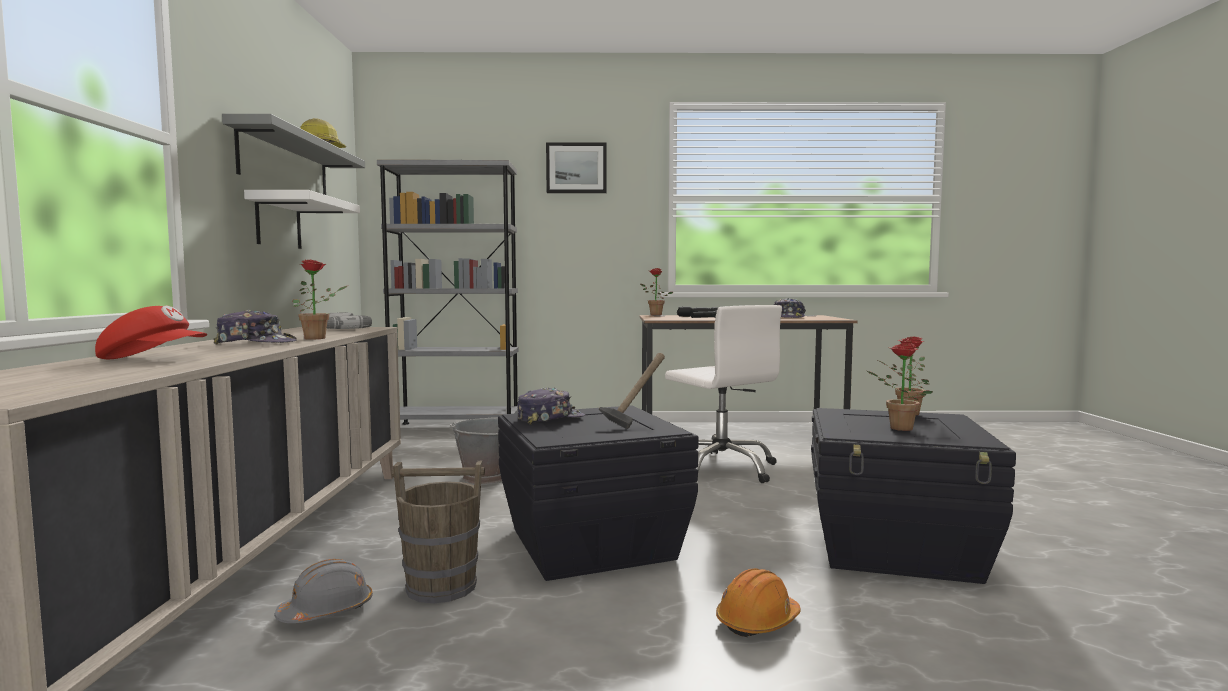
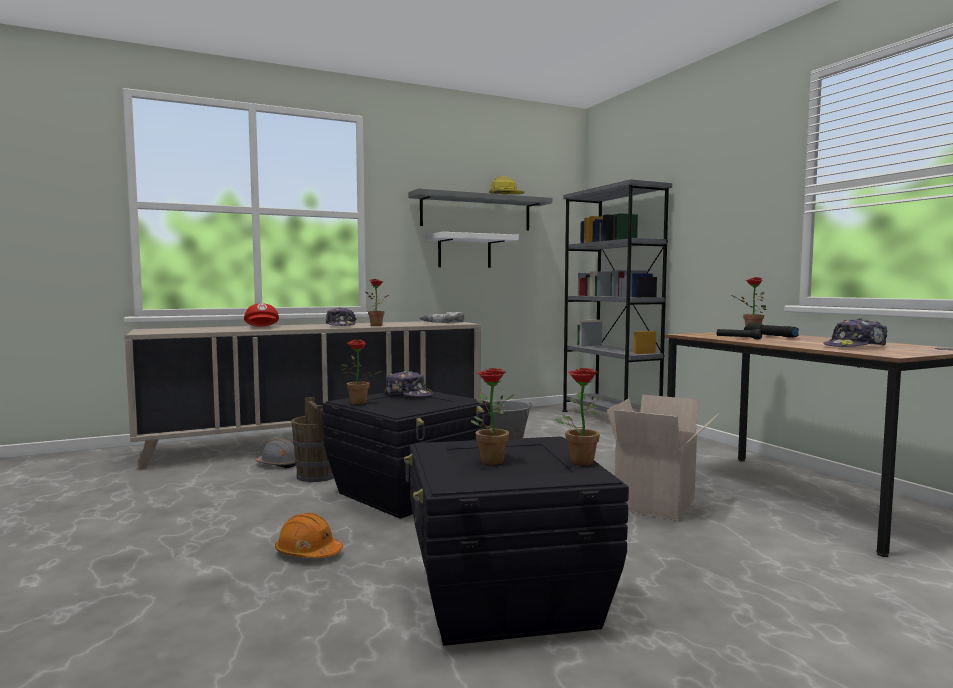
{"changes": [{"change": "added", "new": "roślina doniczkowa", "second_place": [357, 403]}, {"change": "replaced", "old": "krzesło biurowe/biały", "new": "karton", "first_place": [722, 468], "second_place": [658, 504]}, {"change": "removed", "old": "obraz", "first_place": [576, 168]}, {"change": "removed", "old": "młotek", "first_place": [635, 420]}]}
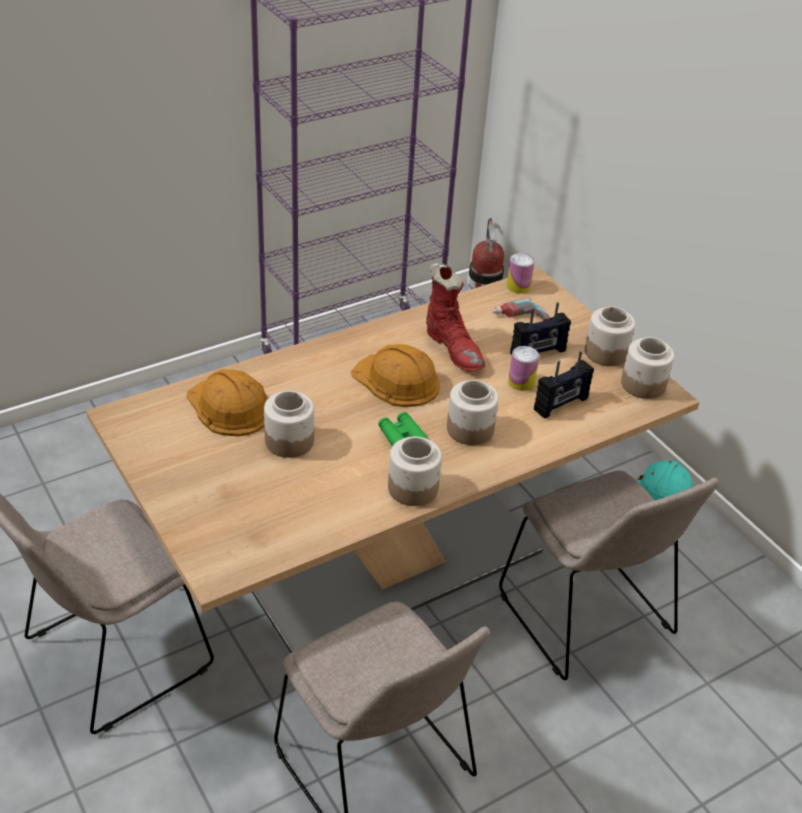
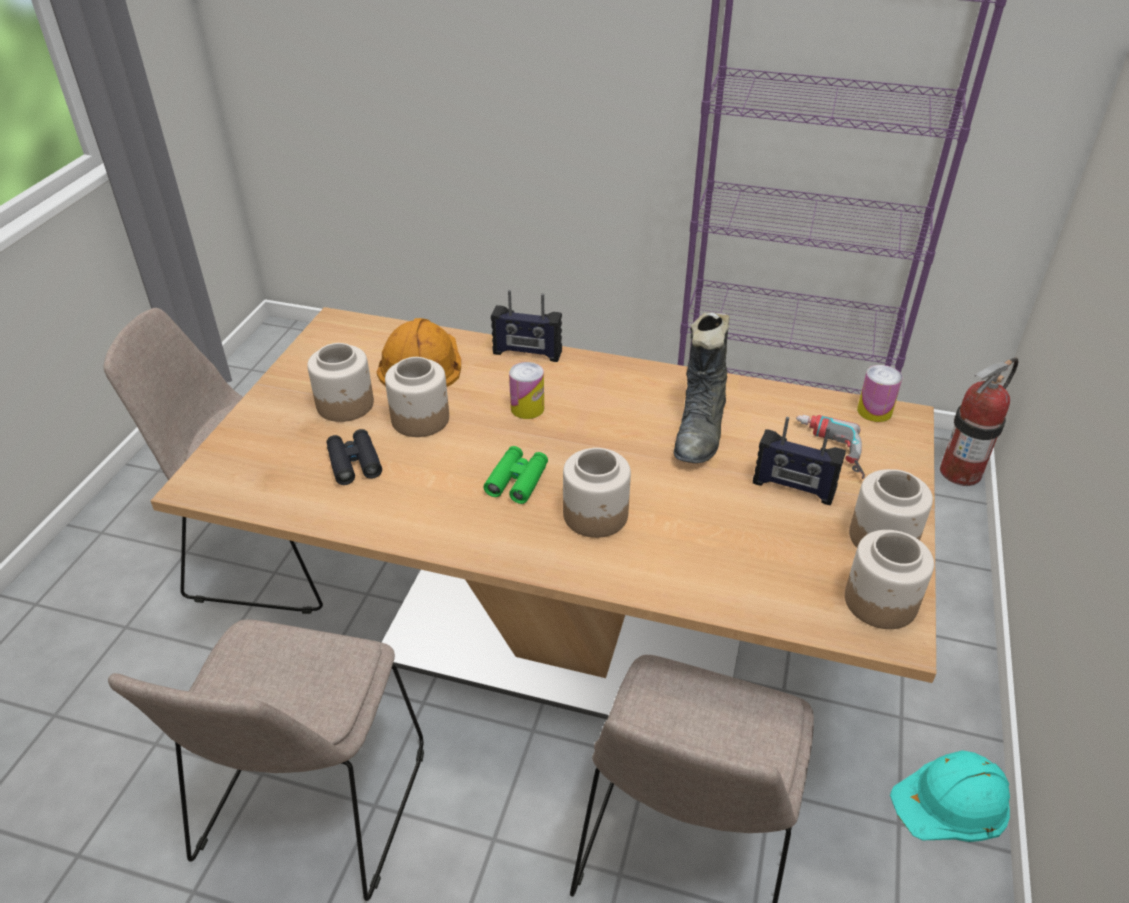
{"changes": [{"change": "moved", "old": "słoik", "first_place": [413, 488], "second_place": [345, 405]}, {"change": "added", "new": "lornetka/czarny", "second_place": [354, 462]}, {"change": "moved", "old": "radio", "first_place": [561, 404], "second_place": [527, 353]}, {"change": "moved", "old": "puszka", "first_place": [521, 382], "second_place": [527, 408]}, {"change": "recoloured", "old": "but z cholewką/czerwony", "new": "but z cholewką/czarny", "first_place": [454, 349], "second_place": [700, 431]}, {"change": "removed", "old": "kask/pomarańczowy", "first_place": [396, 381]}]}
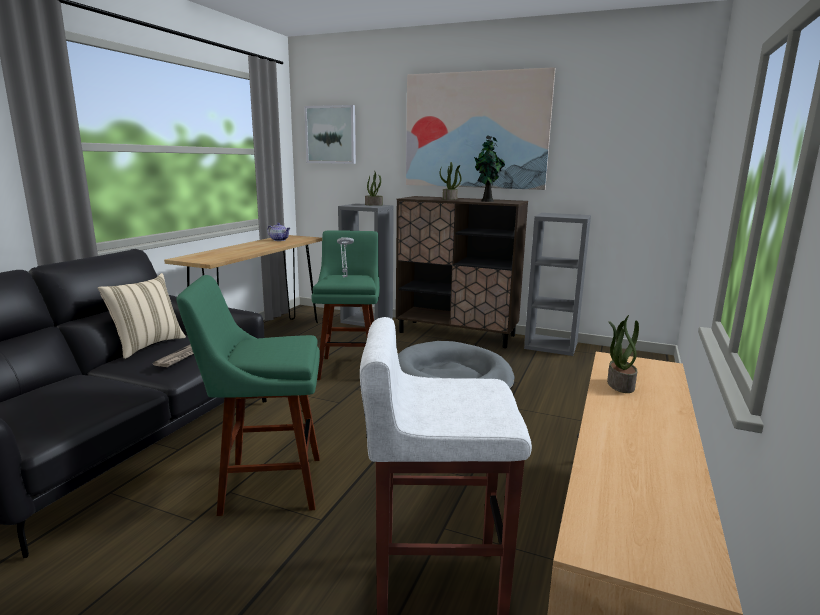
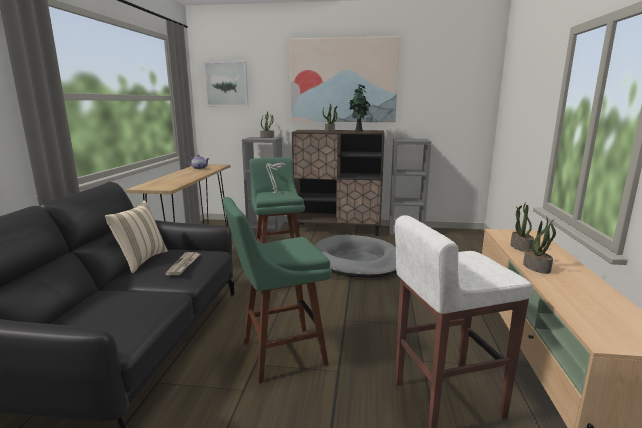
{"changes": [{"change": "added", "new": "roślina doniczkowa", "second_place": [537, 268]}]}
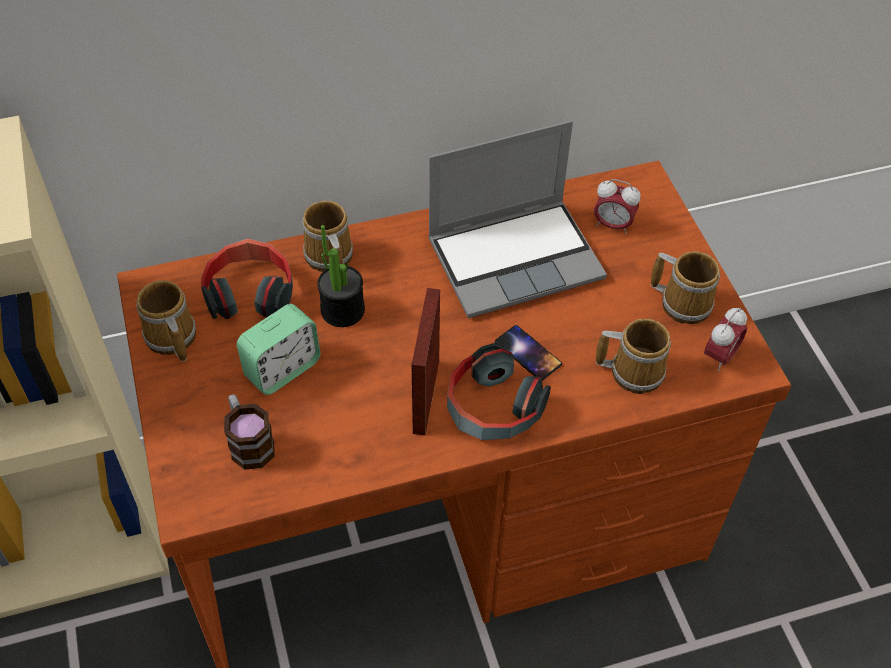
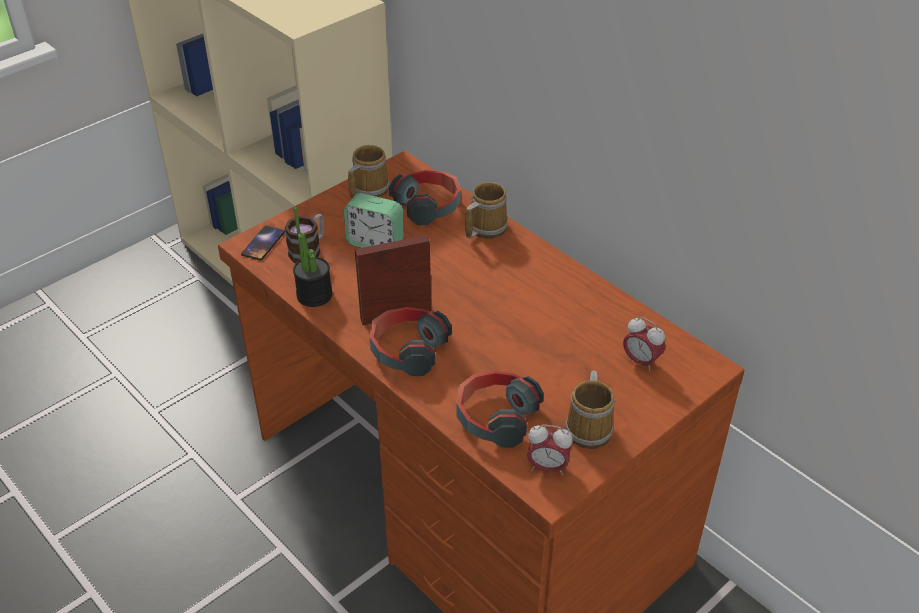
{"changes": [{"change": "moved", "old": "telefon", "first_place": [528, 353], "second_place": [263, 243]}, {"change": "moved", "old": "roślina doniczkowa", "first_place": [342, 310], "second_place": [314, 295]}, {"change": "replaced", "old": "kubek", "new": "słuchawki", "first_place": [633, 370], "second_place": [495, 417]}, {"change": "turned", "old": "budzik", "first_place": [612, 225], "second_place": [641, 361], "degrees": -45}, {"change": "removed", "old": "laptop", "first_place": [516, 258]}]}
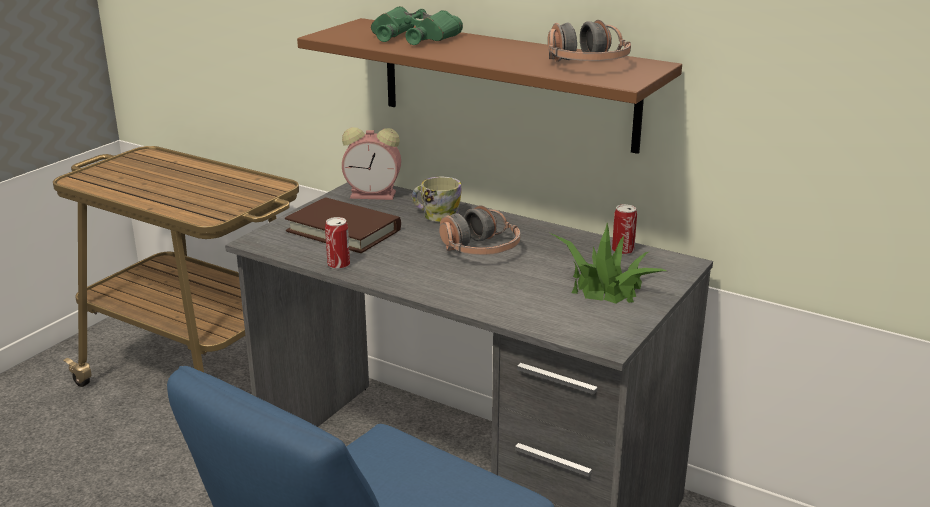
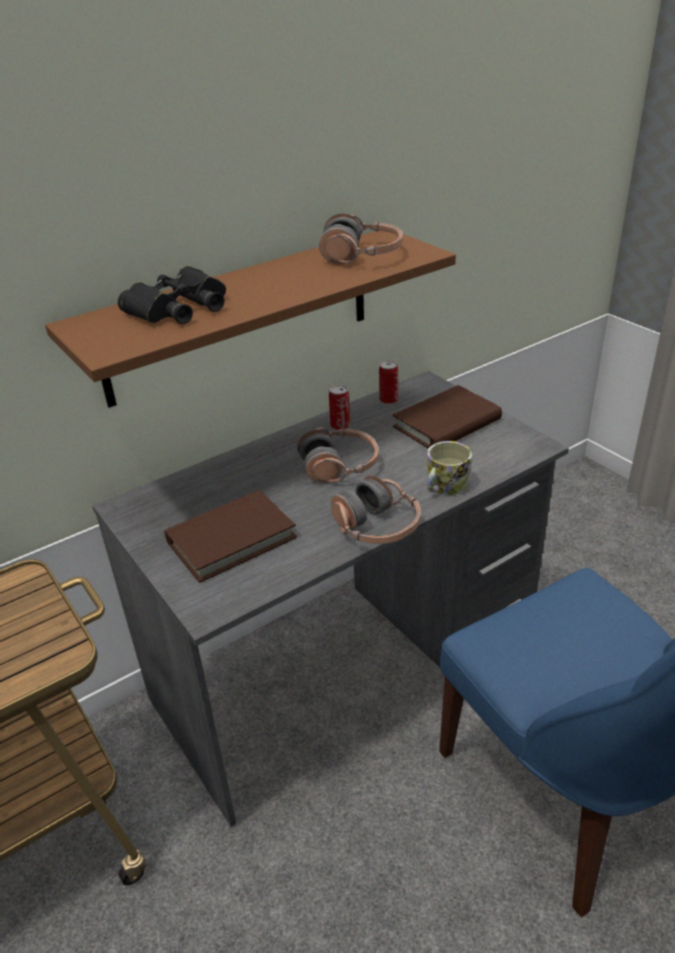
{"changes": [{"change": "recoloured", "old": "lornetka/zielony", "new": "lornetka/czarny", "first_place": [413, 37], "second_place": [179, 308]}, {"change": "moved", "old": "puszka", "first_place": [338, 265], "second_place": [340, 426]}, {"change": "added", "new": "słuchawki", "second_place": [376, 527]}, {"change": "replaced", "old": "roślina doniczkowa", "new": "książka/brązowy", "first_place": [605, 287], "second_place": [447, 423]}, {"change": "moved", "old": "kubek", "first_place": [436, 215], "second_place": [444, 487]}, {"change": "removed", "old": "budzik", "first_place": [375, 194]}]}
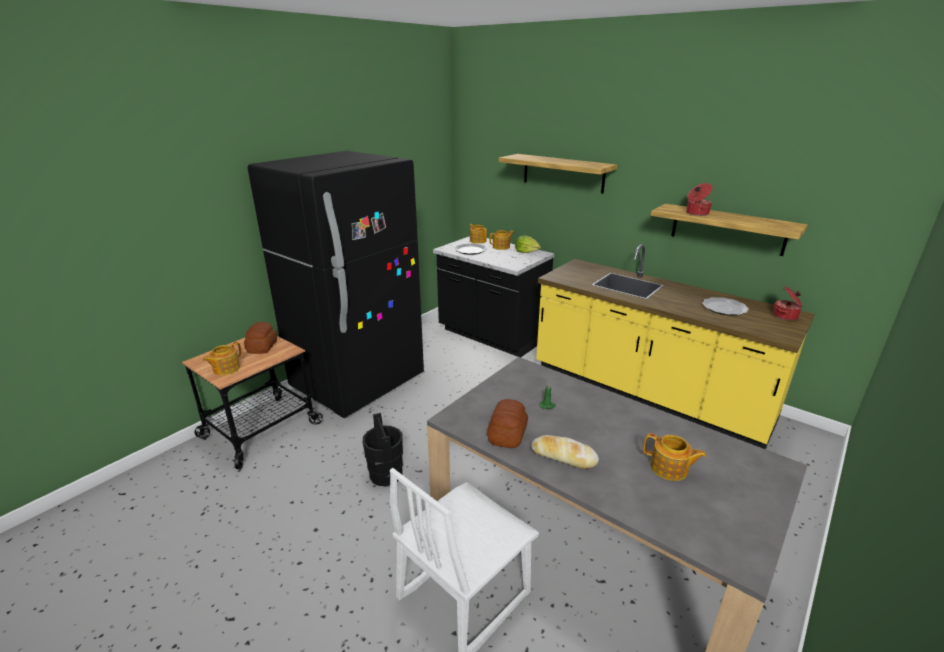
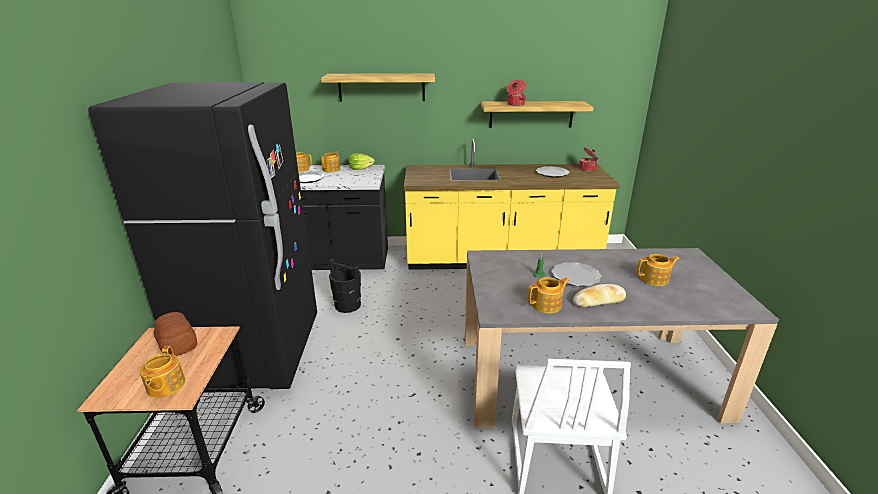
{"changes": [{"change": "moved", "old": "wiadro/czarny", "first_place": [386, 474], "second_place": [348, 305]}, {"change": "replaced", "old": "chleb", "new": "imbryk", "first_place": [506, 435], "second_place": [547, 305]}, {"change": "added", "new": "talerz", "second_place": [576, 276]}]}
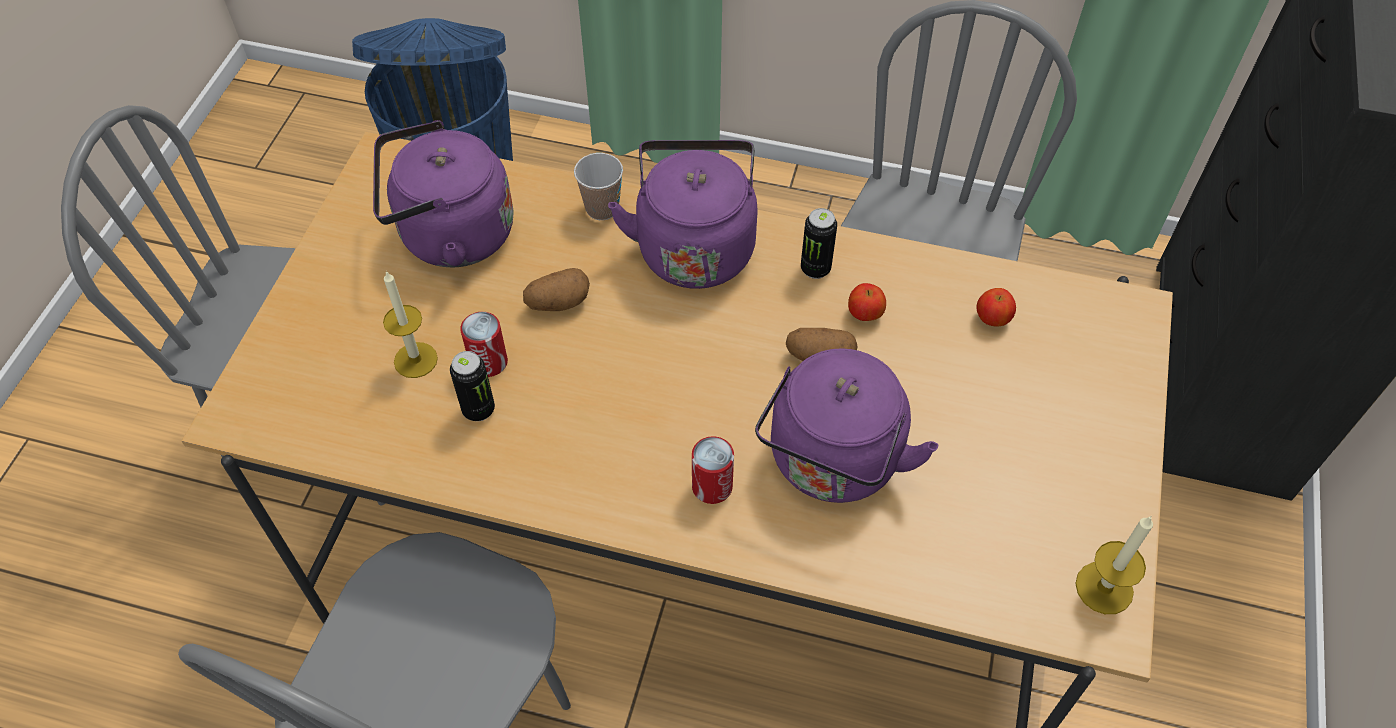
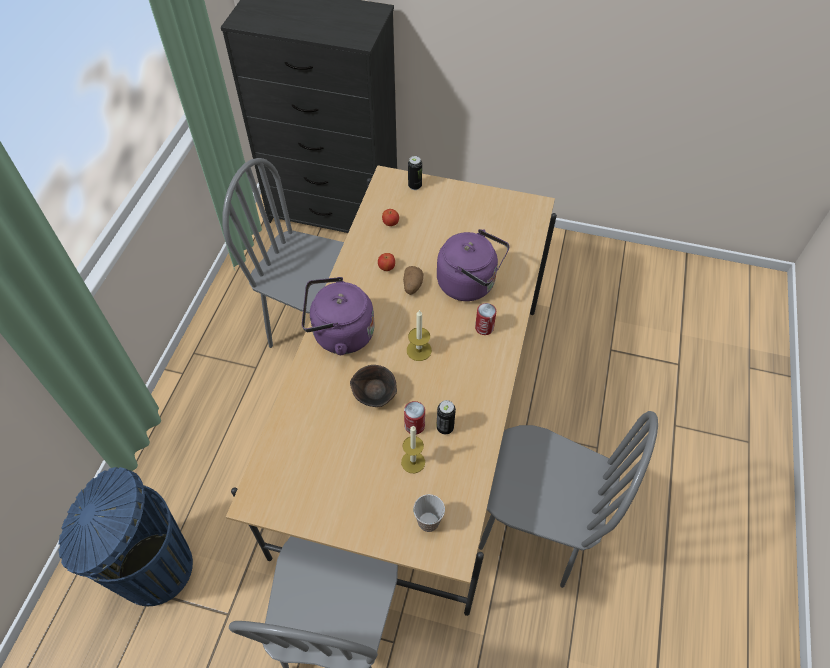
{"changes": [{"change": "replaced", "old": "ziemniak", "new": "miska/brązowy", "first_place": [558, 303], "second_place": [375, 395]}, {"change": "moved", "old": "świeca", "first_place": [1104, 588], "second_place": [419, 350]}, {"change": "moved", "old": "puszka", "first_place": [815, 269], "second_place": [415, 186]}, {"change": "moved", "old": "filiżanka", "first_place": [602, 208], "second_place": [428, 522]}, {"change": "removed", "old": "czajnik/fioletowy", "first_place": [450, 235]}]}
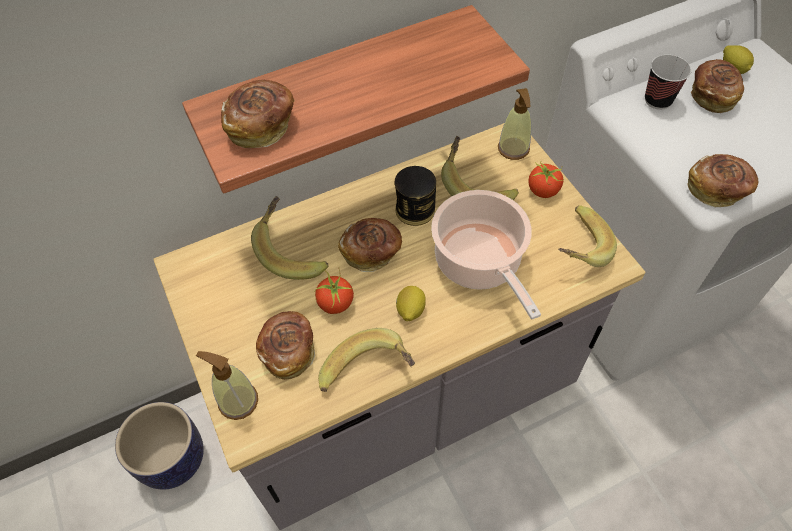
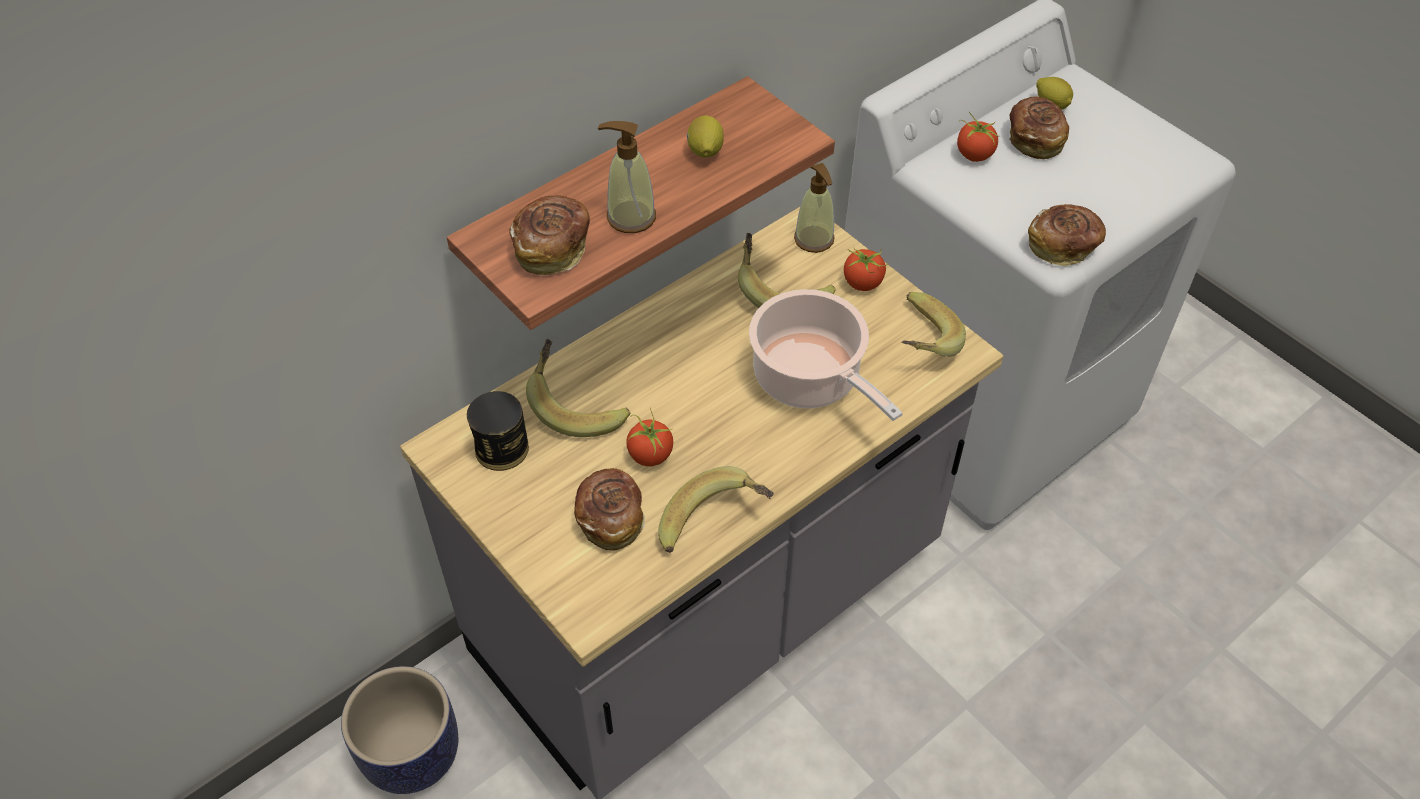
{"changes": [{"change": "moved", "old": "puszka", "first_place": [415, 210], "second_place": [502, 449]}, {"change": "moved", "old": "dozownik mydła", "first_place": [238, 401], "second_place": [630, 217]}, {"change": "moved", "old": "cytryna", "first_place": [410, 310], "second_place": [705, 152]}, {"change": "replaced", "old": "filiżanka", "new": "pomidor", "first_place": [658, 100], "second_place": [974, 154]}, {"change": "removed", "old": "chleb", "first_place": [372, 252]}]}
